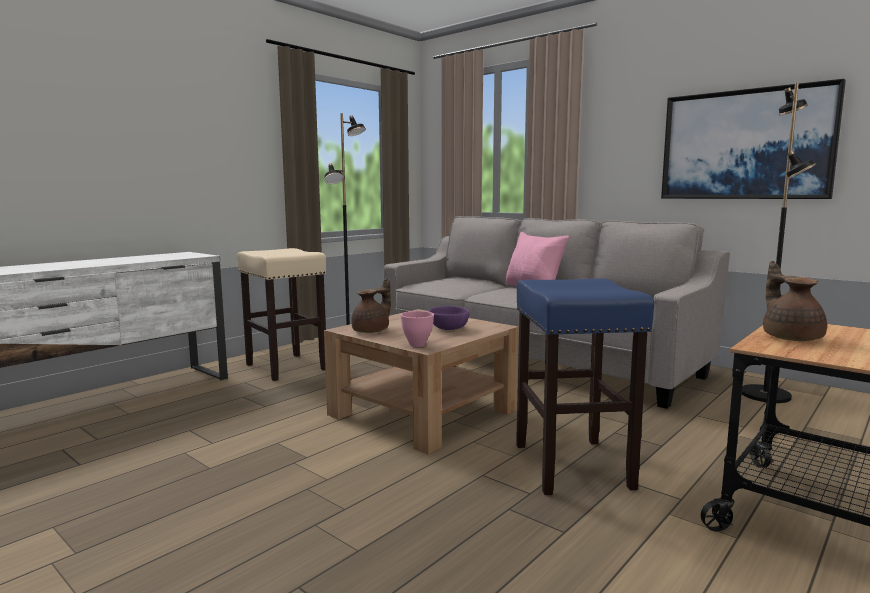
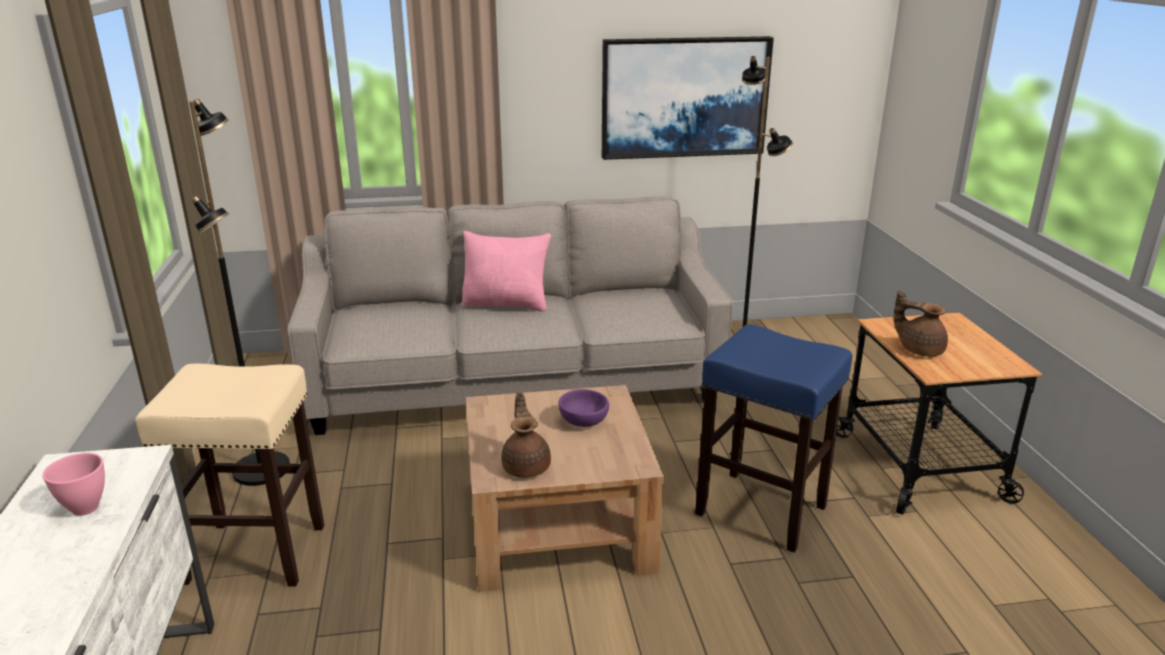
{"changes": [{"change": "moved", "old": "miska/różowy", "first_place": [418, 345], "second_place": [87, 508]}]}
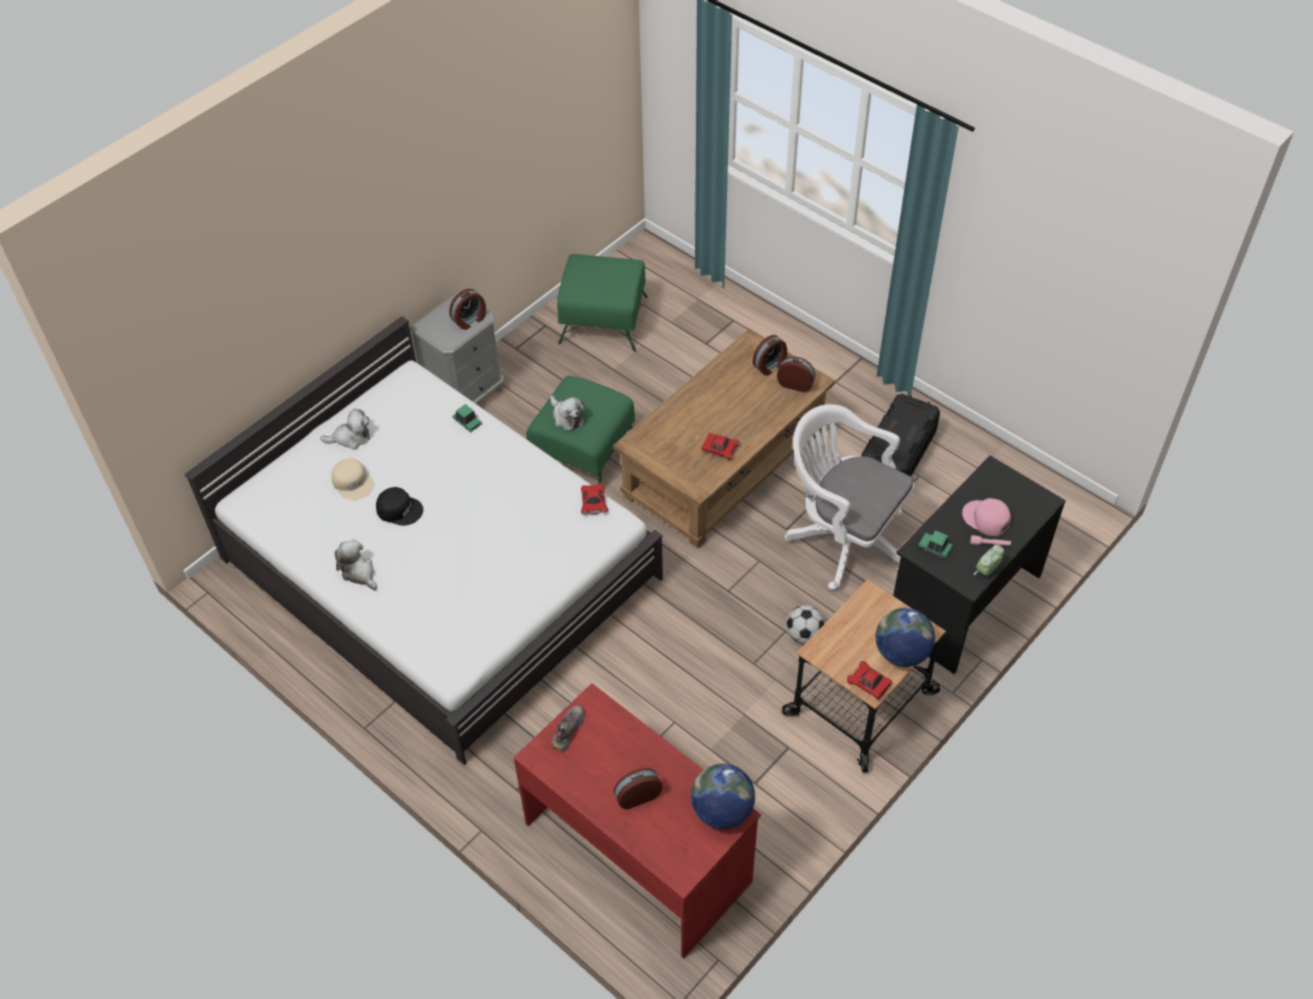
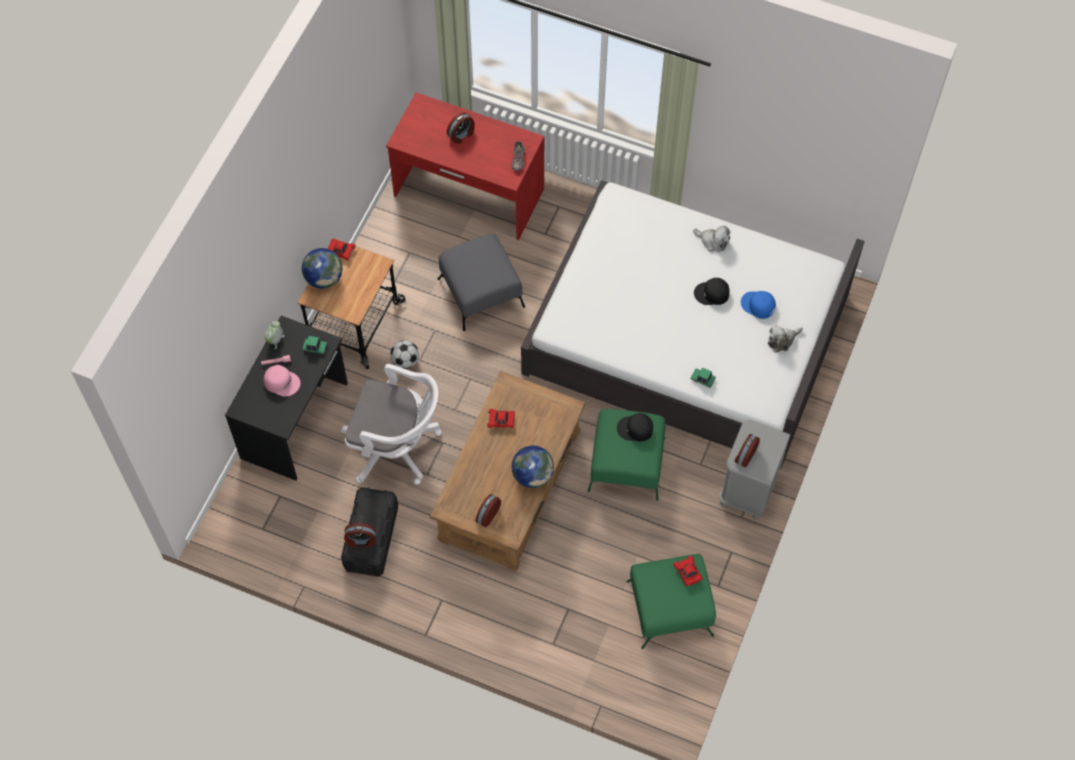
{"changes": [{"change": "moved", "old": "budzik", "first_place": [795, 384], "second_place": [361, 541]}, {"change": "added", "new": "pufa/szary", "second_place": [481, 292]}, {"change": "moved", "old": "globus", "first_place": [722, 810], "second_place": [532, 475]}, {"change": "replaced", "old": "pluszak", "new": "czapka z daszkiem/czarny", "first_place": [567, 417], "second_place": [635, 429]}, {"change": "moved", "old": "samochodzik/czerwony", "first_place": [593, 503], "second_place": [688, 573]}, {"change": "recoloured", "old": "czapka z daszkiem/beżowy", "new": "czapka z daszkiem/niebieski", "first_place": [353, 482], "second_place": [758, 305]}]}
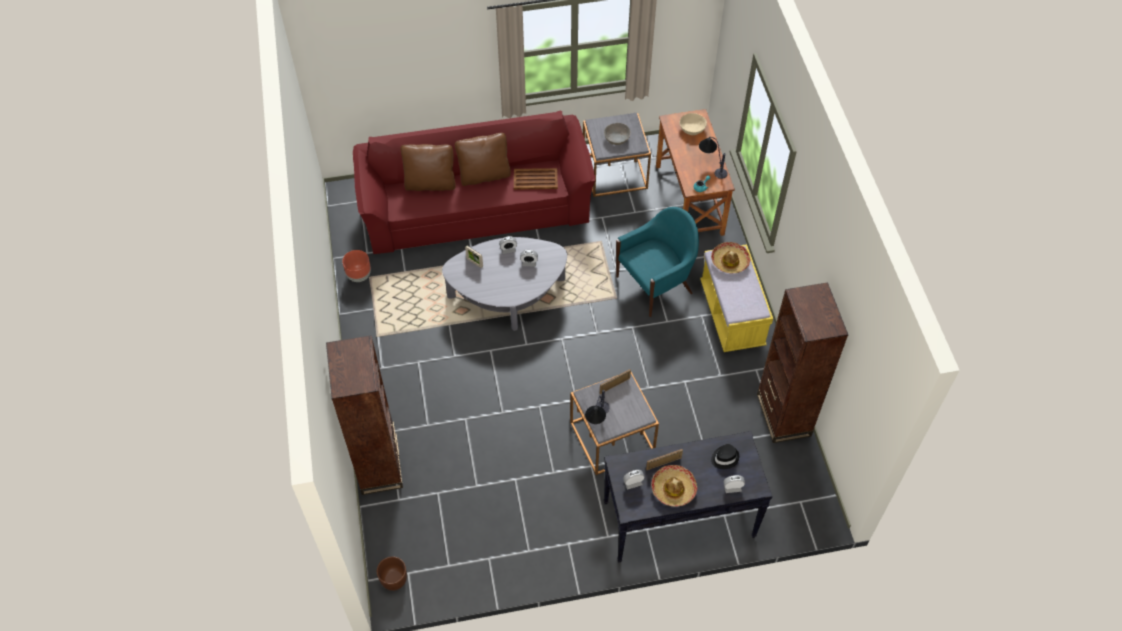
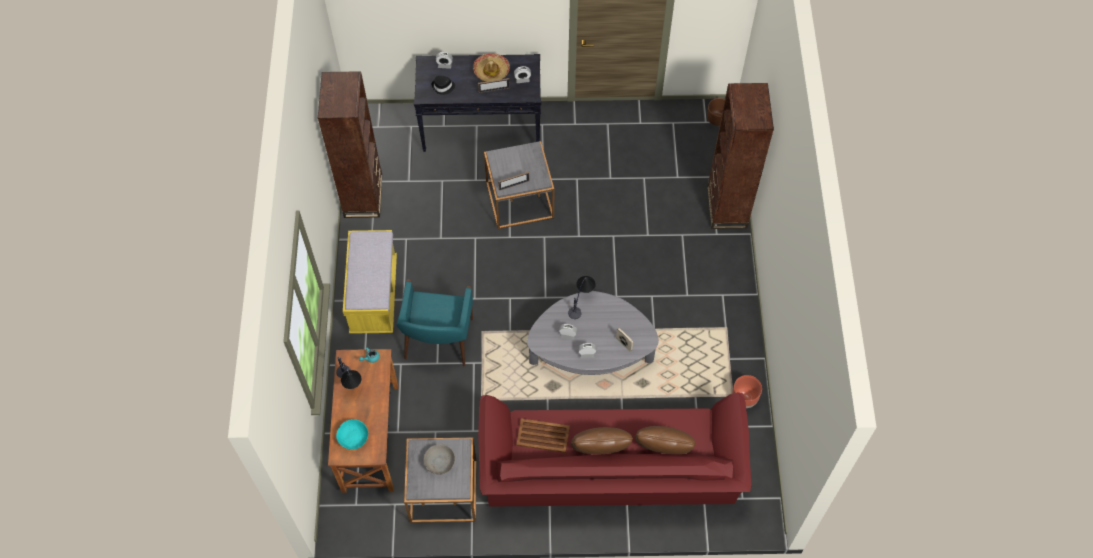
{"changes": [{"change": "recoloured", "old": "miska/beżowy", "new": "miska/turkusowy", "first_place": [692, 128], "second_place": [353, 438]}, {"change": "turned", "old": "fotel/turkusowy", "first_place": [655, 284], "second_place": [438, 340], "degrees": -60}, {"change": "moved", "old": "lampa stołowa", "first_place": [597, 420], "second_place": [581, 302]}, {"change": "removed", "old": "kapelusz", "first_place": [729, 261]}]}
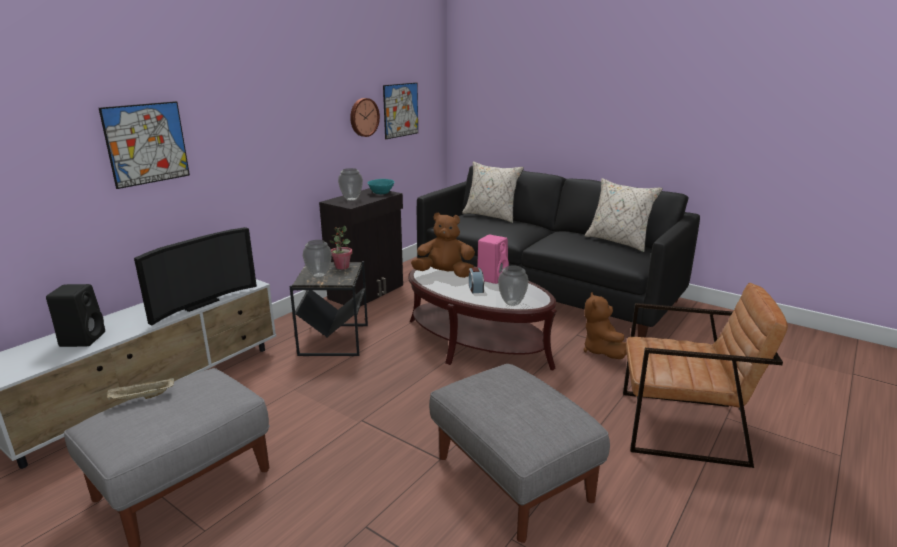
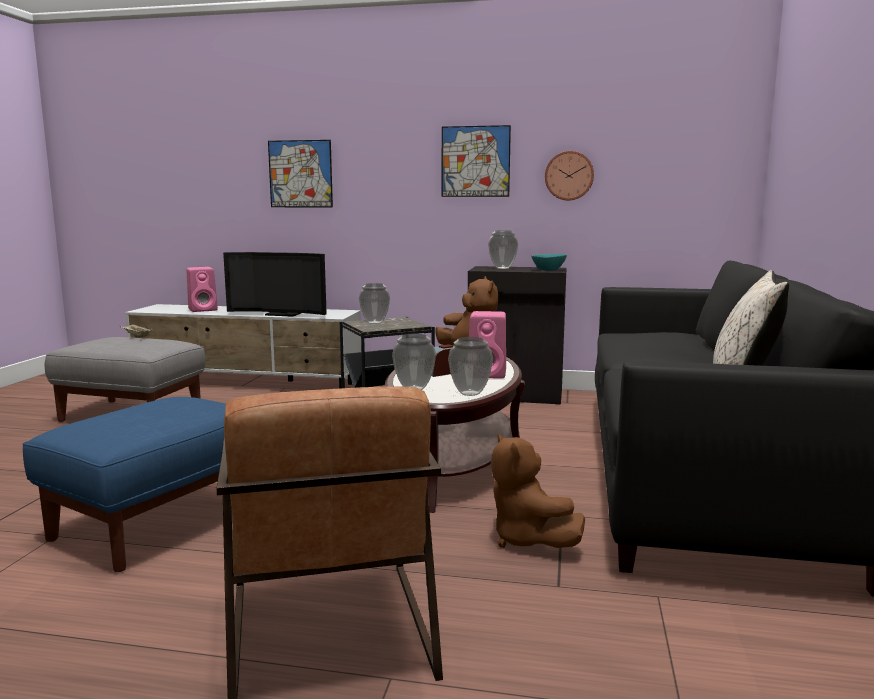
{"changes": [{"change": "recoloured", "old": "pufa/szary", "new": "pufa/niebieski", "first_place": [512, 478], "second_place": [159, 521]}, {"change": "recoloured", "old": "głośnik/czarny", "new": "głośnik/różowy", "first_place": [83, 339], "second_place": [204, 309]}, {"change": "moved", "old": "obraz", "first_place": [401, 110], "second_place": [475, 161]}, {"change": "added", "new": "wazon", "second_place": [469, 393]}, {"change": "turned", "old": "pluszak/brązowy", "first_place": [602, 351], "second_place": [528, 539], "degrees": -90}, {"change": "removed", "old": "roślina doniczkowa", "first_place": [342, 267]}, {"change": "removed", "old": "poduszka/beżowy", "first_place": [491, 216]}]}
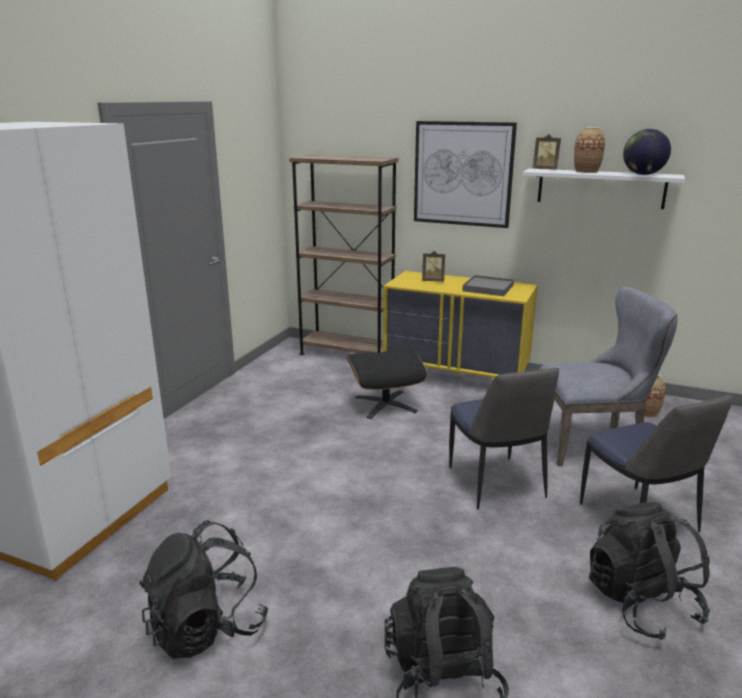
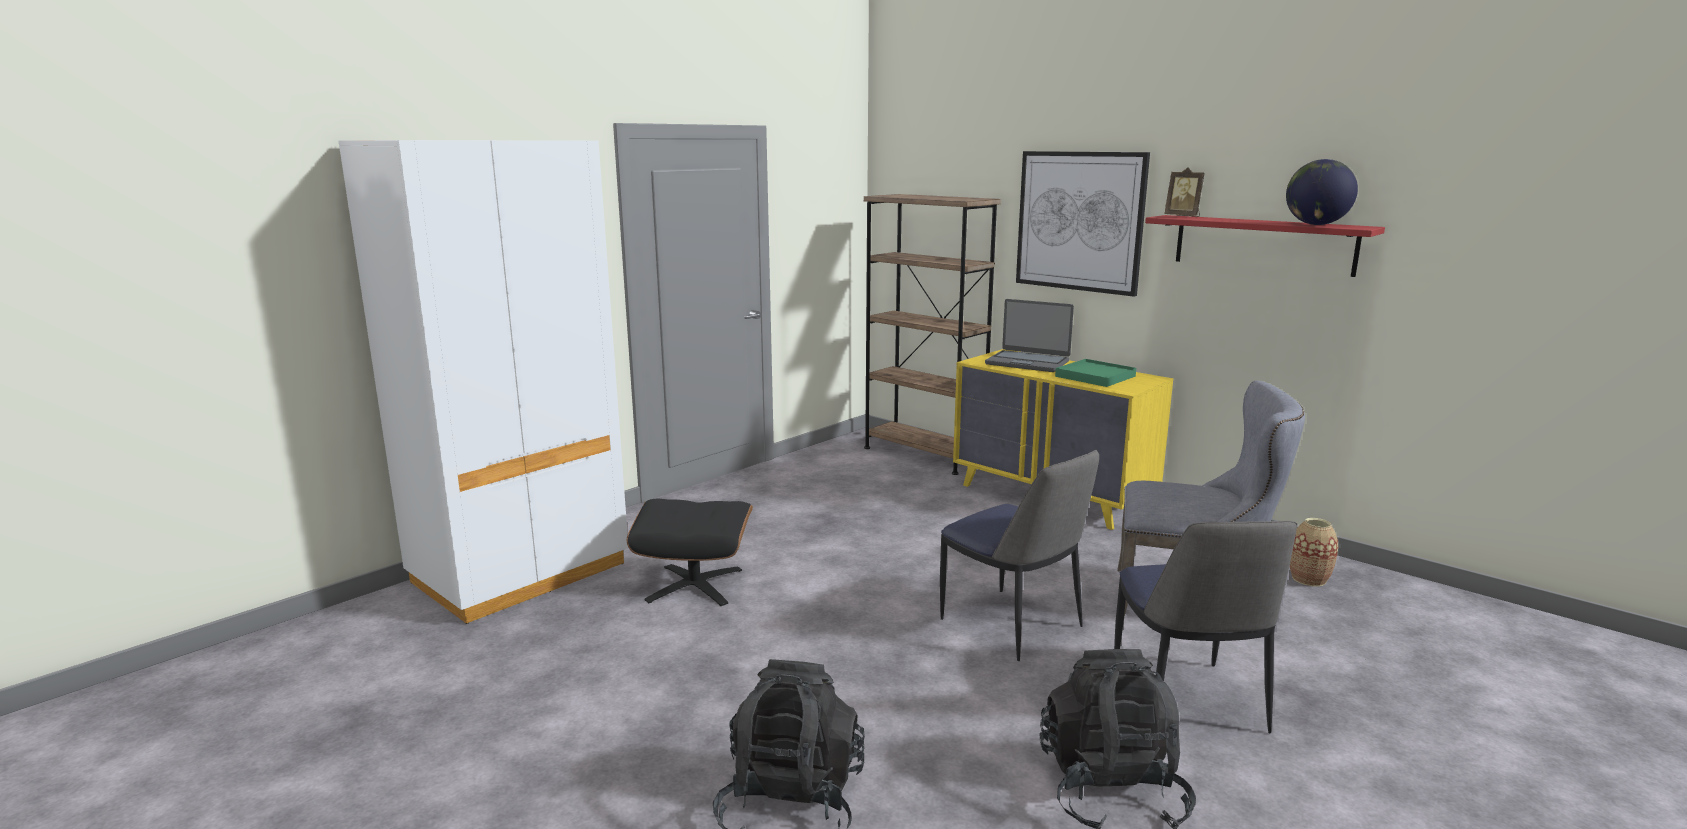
{"changes": [{"change": "moved", "old": "pufa/czarny", "first_place": [385, 404], "second_place": [695, 584]}, {"change": "turned", "old": "krzesło", "first_place": [496, 484], "second_place": [1013, 625], "degrees": -45}, {"change": "replaced", "old": "ramka na zdjęcie", "new": "laptop", "first_place": [433, 281], "second_place": [1027, 362]}, {"change": "recoloured", "old": "taca/szary", "new": "taca/zielony", "first_place": [488, 288], "second_place": [1095, 376]}, {"change": "recoloured", "old": "półka/biały", "new": "półka/czerwony", "first_place": [600, 188], "second_place": [1263, 244]}, {"change": "removed", "old": "plecak/czarny", "first_place": [207, 628]}, {"change": "removed", "old": "wazon", "first_place": [586, 171]}]}
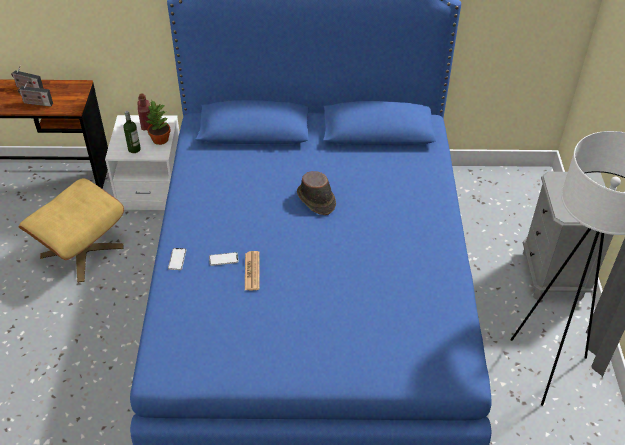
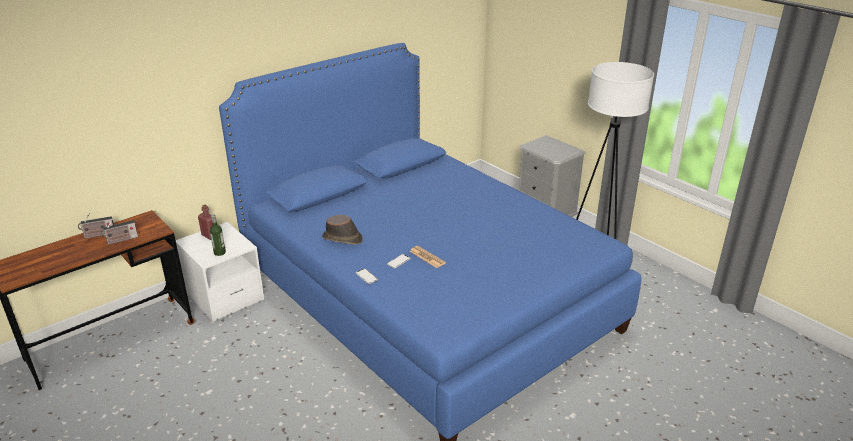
{"changes": [{"change": "moved", "old": "kapelusz/brązowy", "first_place": [316, 200], "second_place": [343, 239]}, {"change": "removed", "old": "pufa/beżowy", "first_place": [82, 251]}, {"change": "removed", "old": "roślina doniczkowa", "first_place": [160, 140]}]}
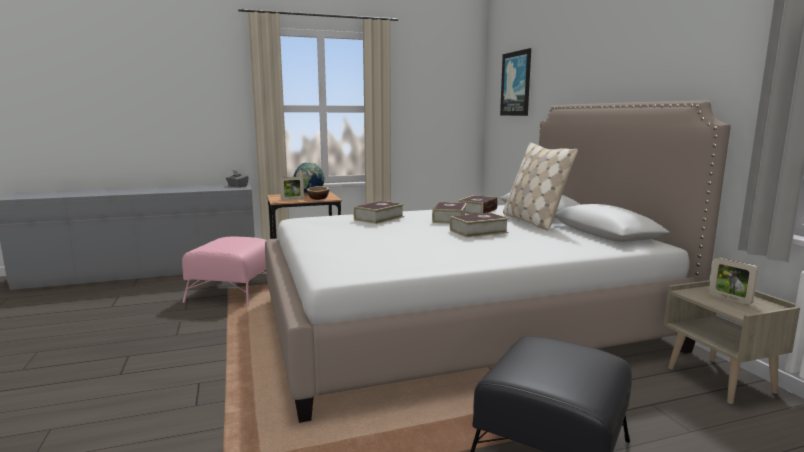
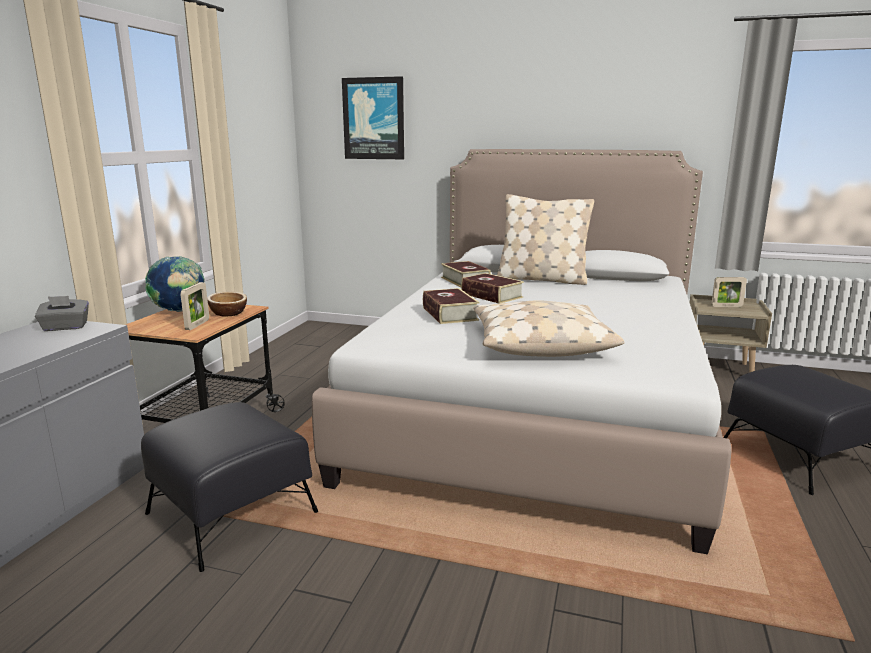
{"changes": [{"change": "recoloured", "old": "pufa/różowy", "new": "pufa/czarny", "first_place": [233, 292], "second_place": [232, 512]}, {"change": "added", "new": "poduszka/beżowy", "second_place": [539, 343]}, {"change": "removed", "old": "książka", "first_place": [478, 231]}]}
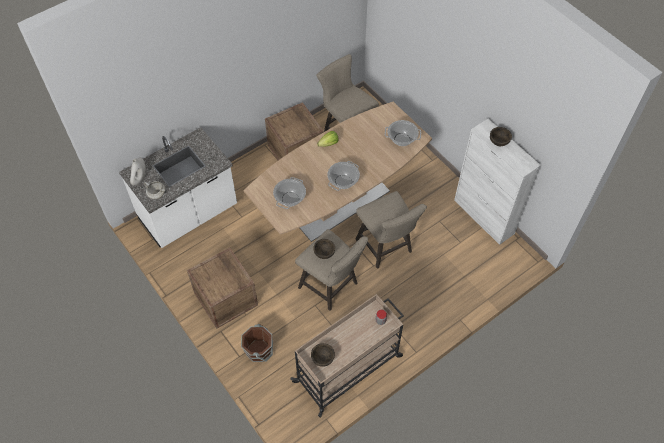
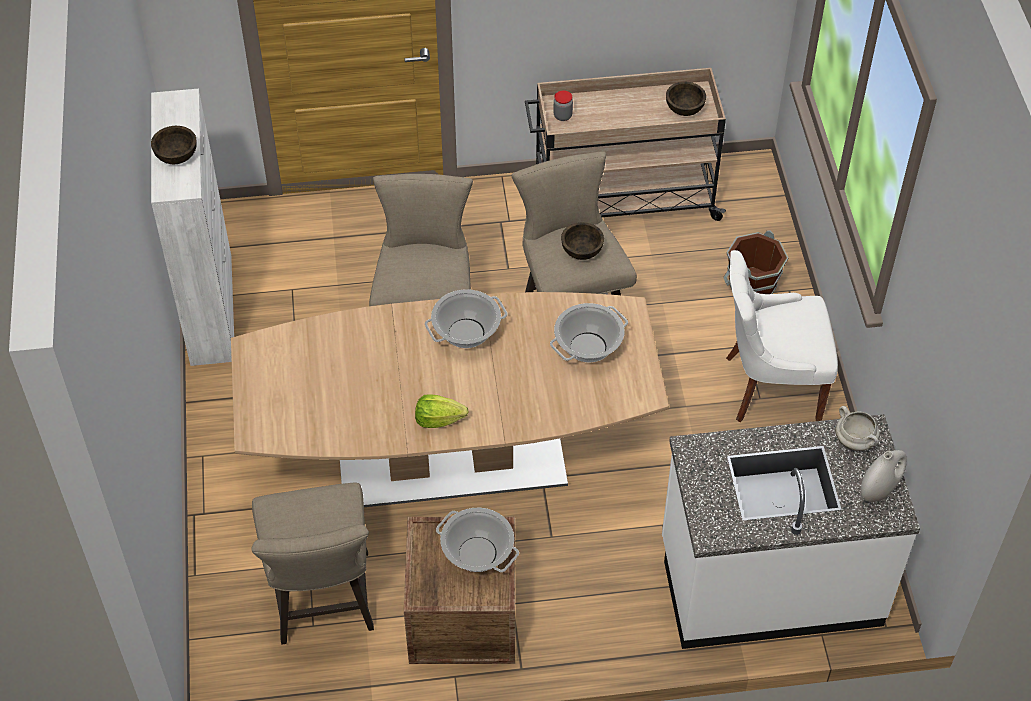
{"changes": [{"change": "moved", "old": "garnek", "first_place": [401, 139], "second_place": [478, 554]}, {"change": "replaced", "old": "skrzynka", "new": "krzesło/biały", "first_place": [226, 299], "second_place": [769, 386]}]}
